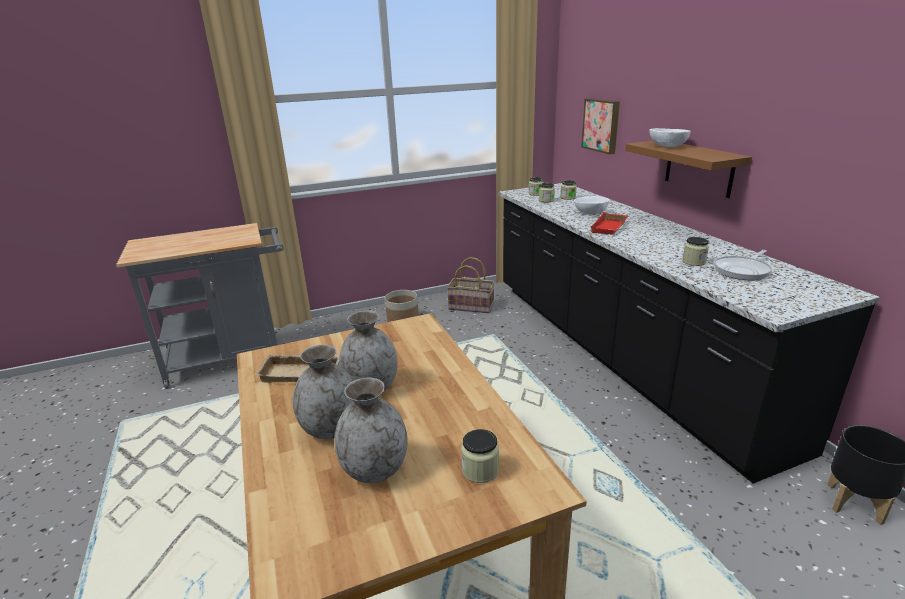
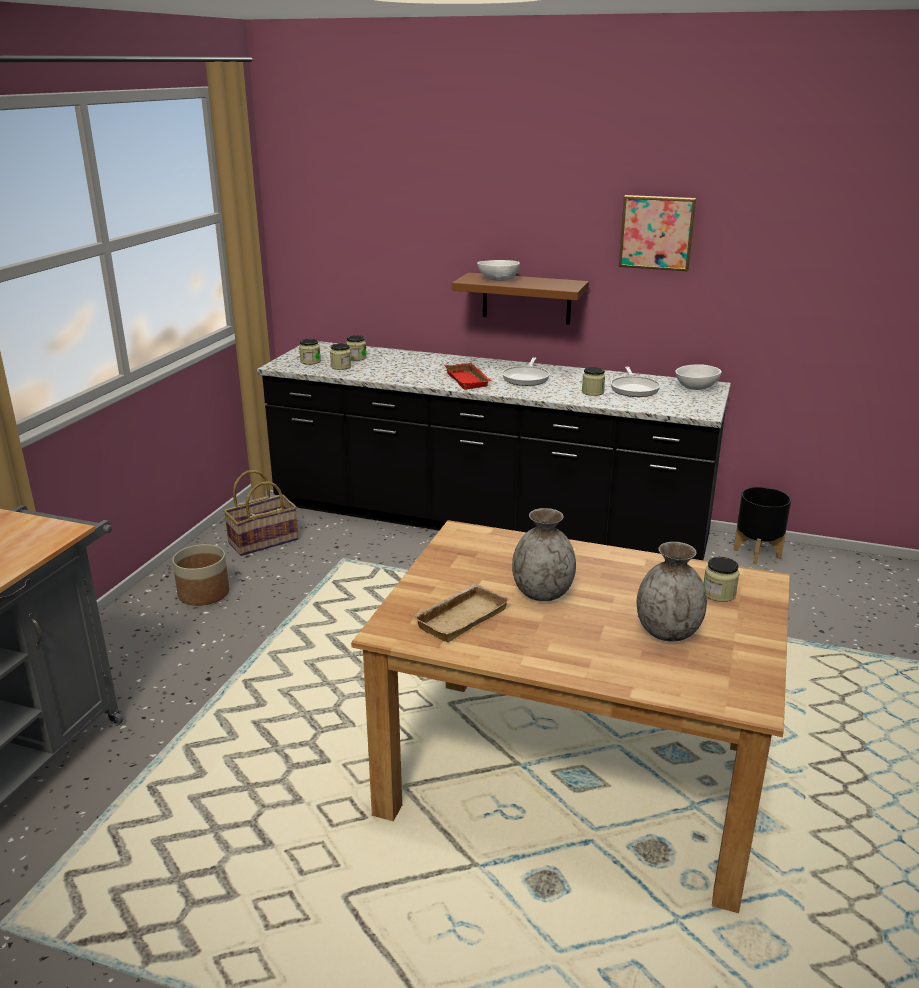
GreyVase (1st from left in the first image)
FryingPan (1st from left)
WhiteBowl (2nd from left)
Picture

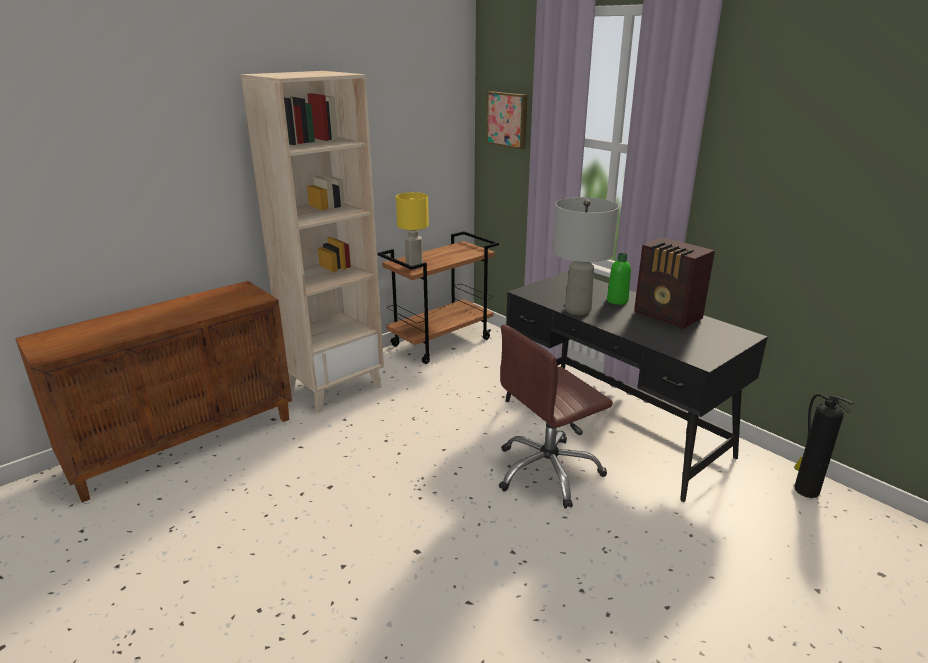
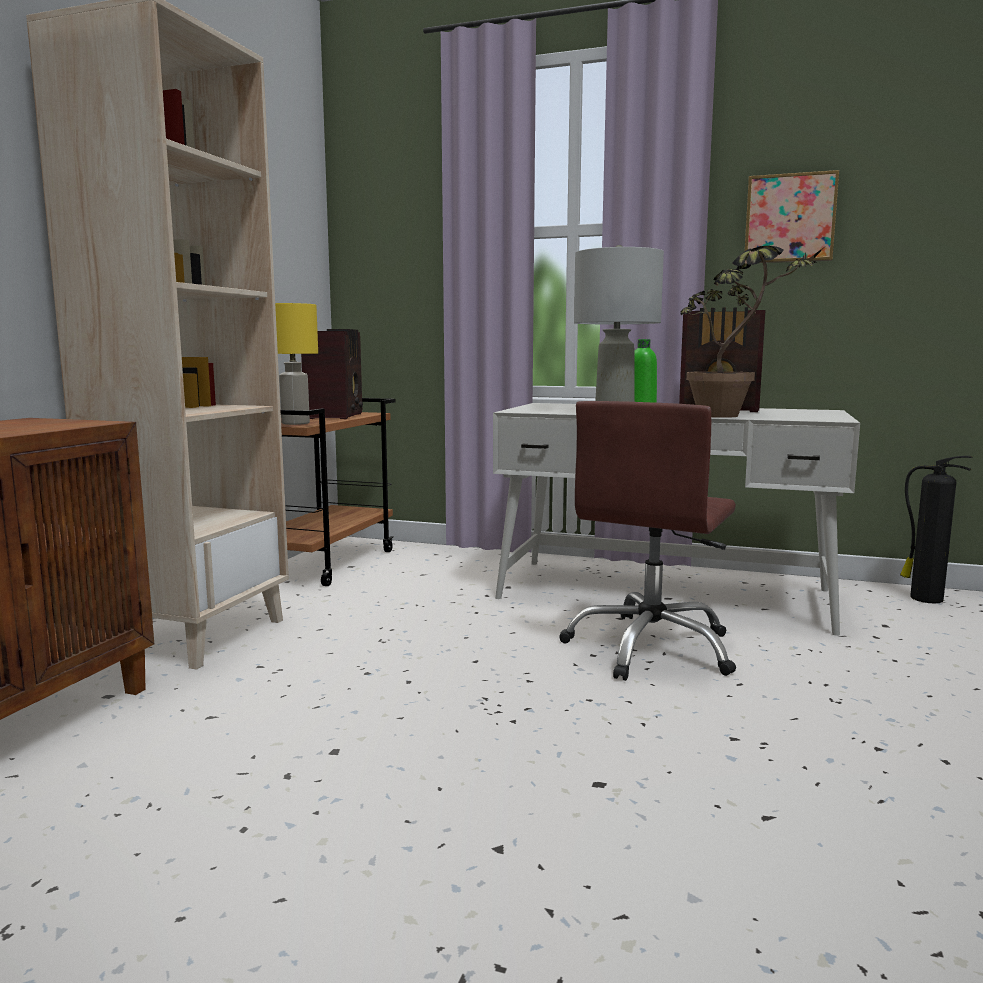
Radio (1st from left)
PottedPlant
Picture
WhiteDesk

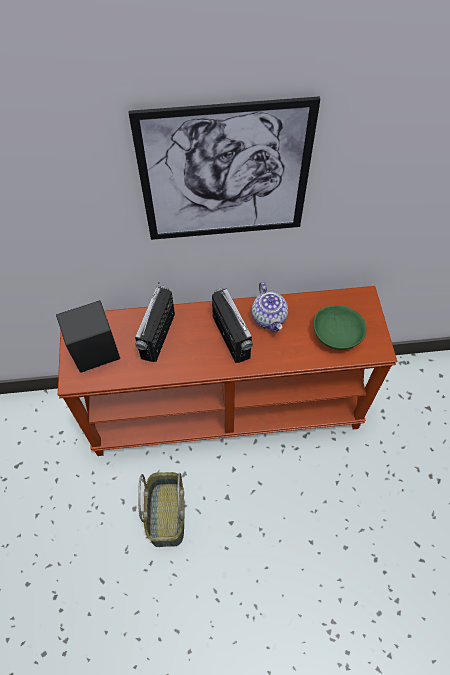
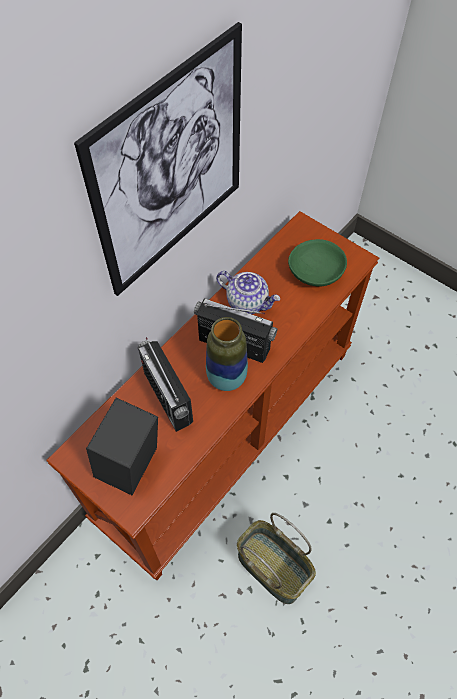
Vase

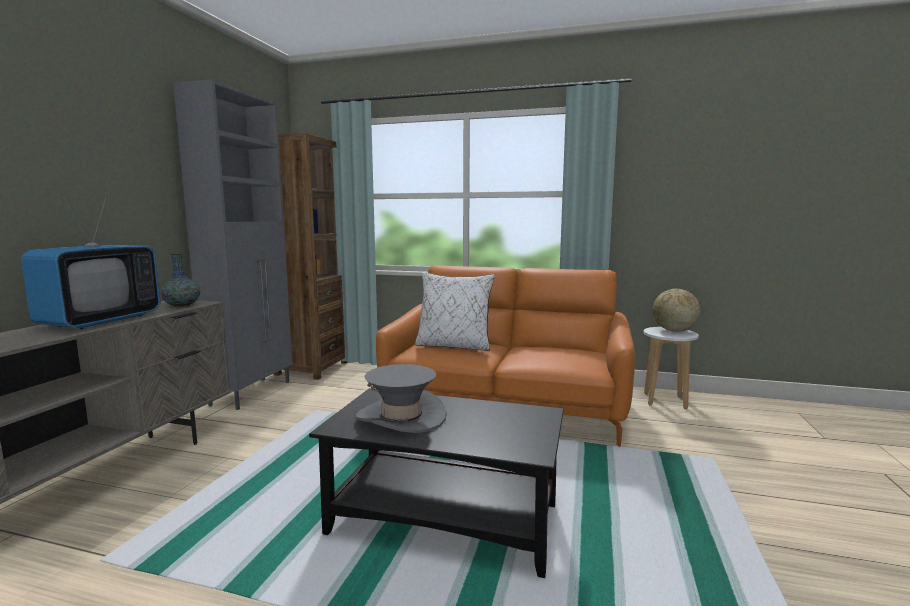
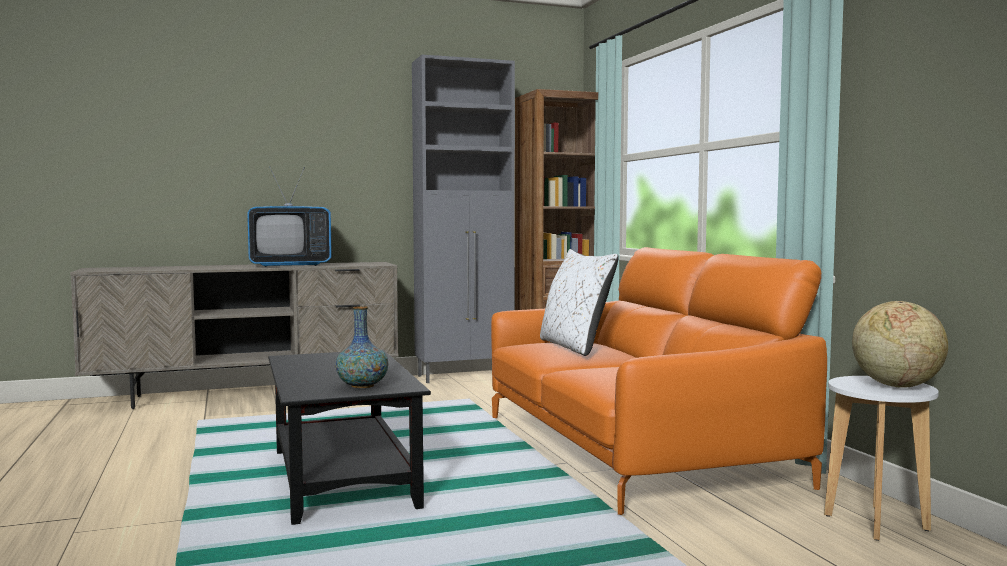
GreyHat
Vase

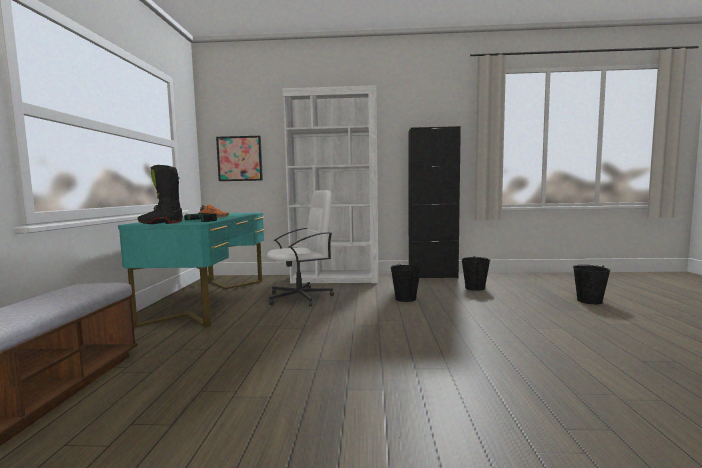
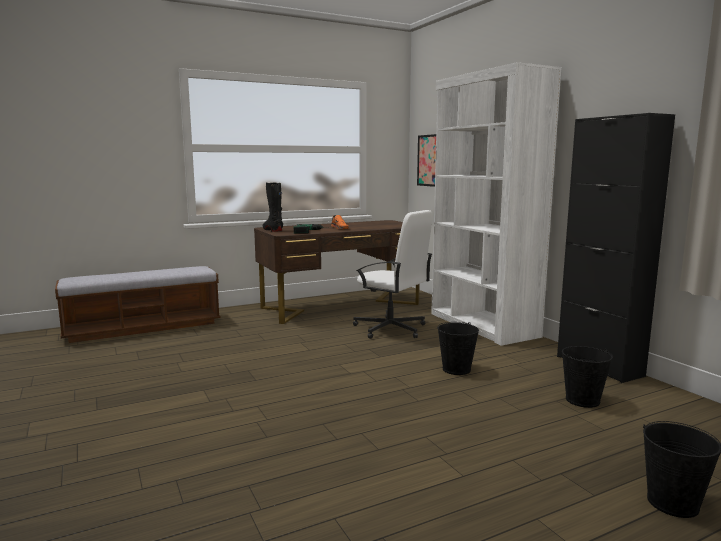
BrownDesk

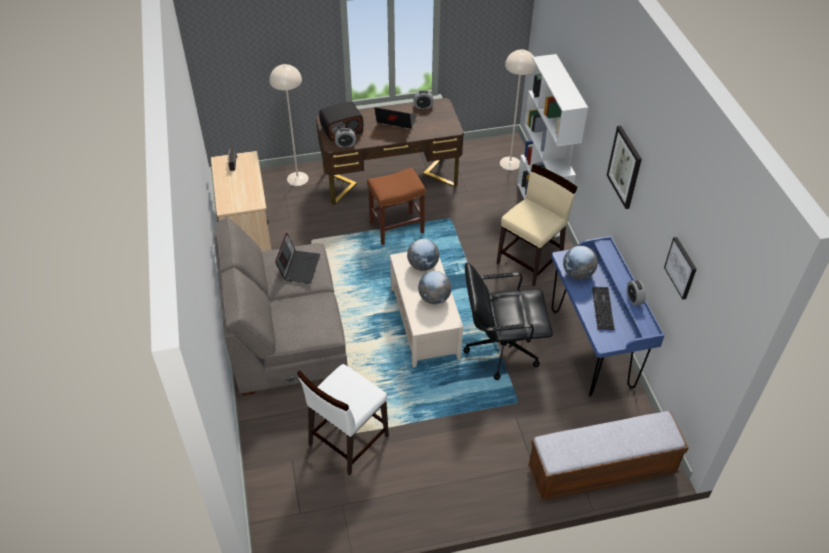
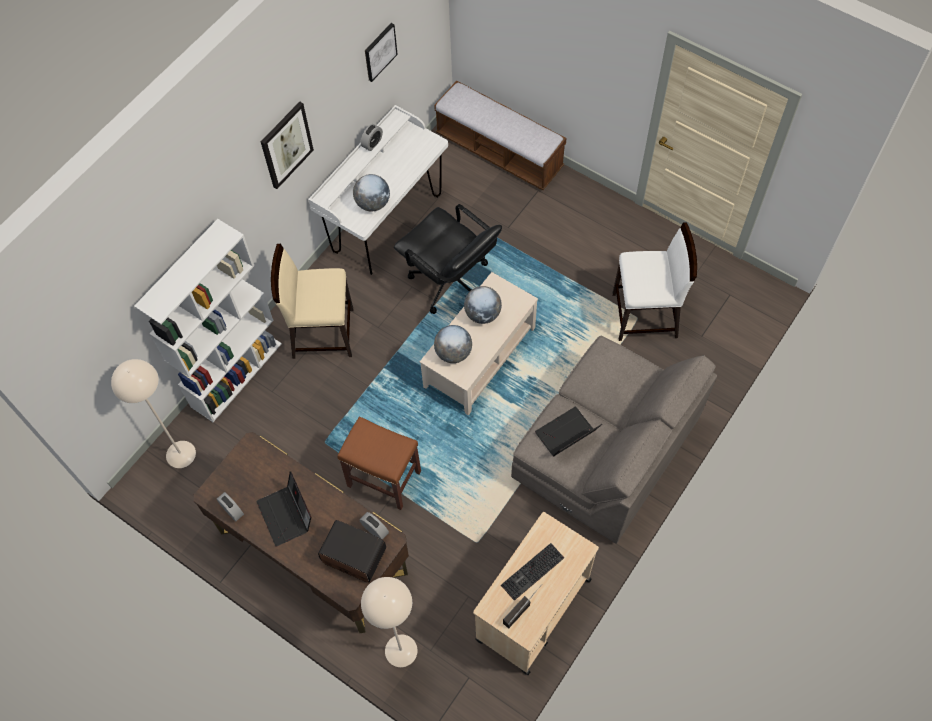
Keyboard
WhiteDesk

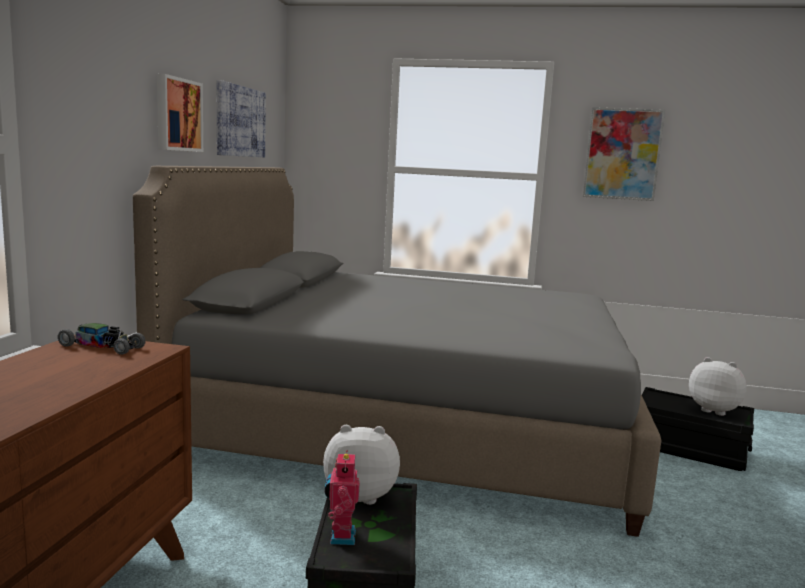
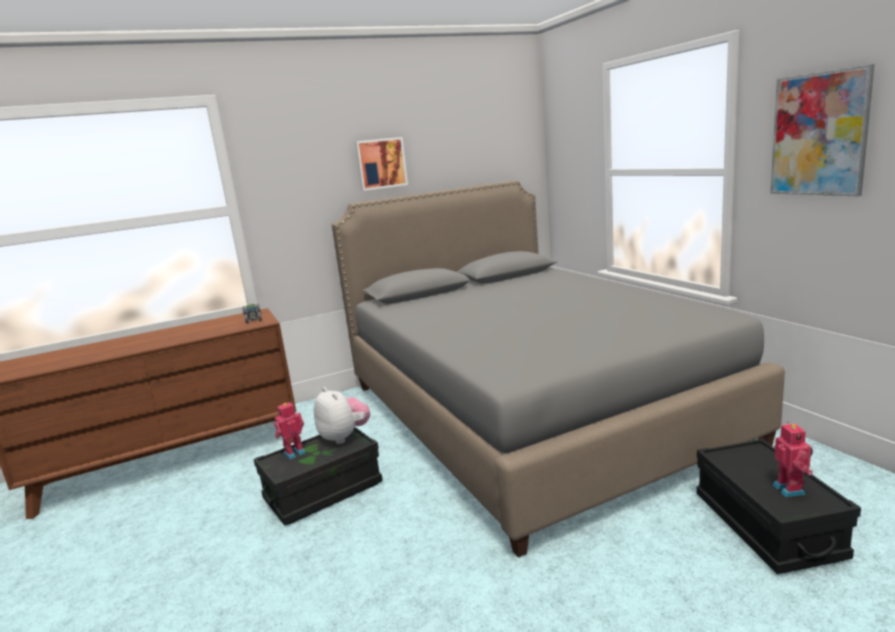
Picture (2nd from left in the first image)
ToyRobot (2nd from left)

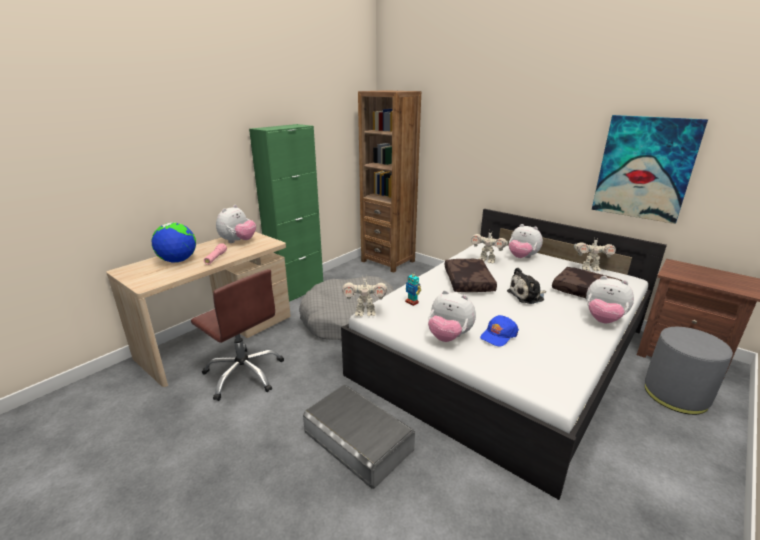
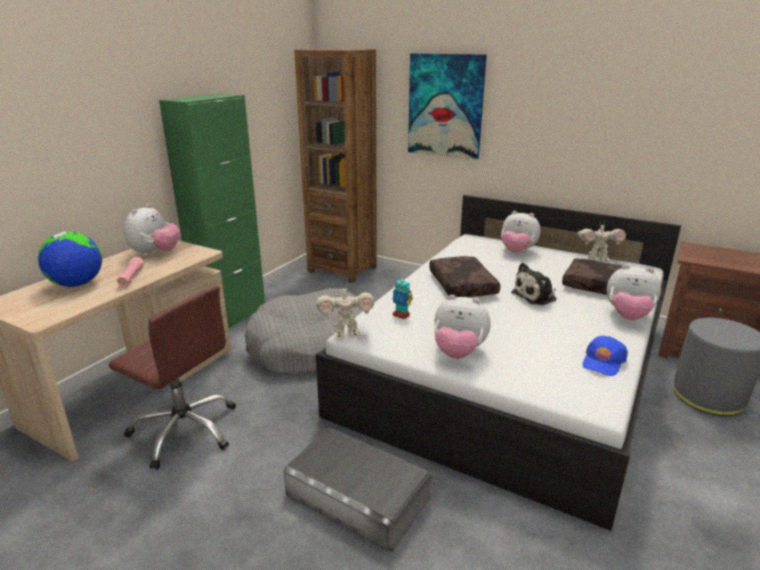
ToyRobot (3rd from left in the first image)
BlueCap
Picture

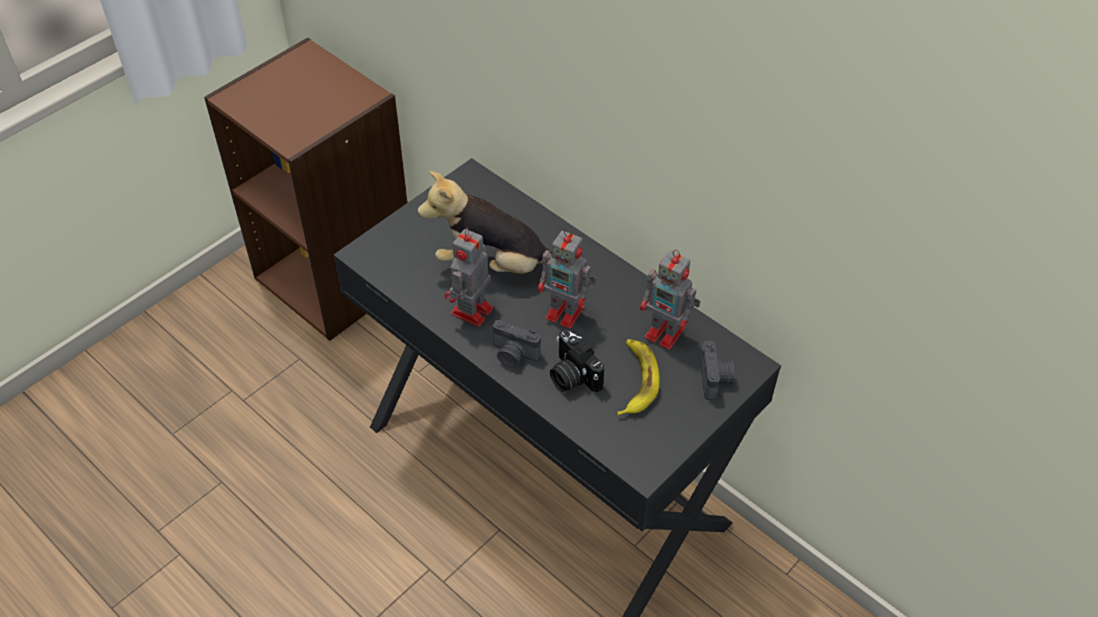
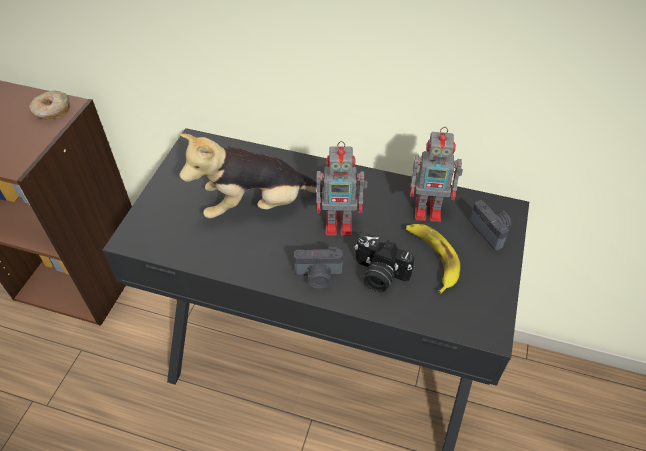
ToyRobot (1st from left in the first image)
Donut

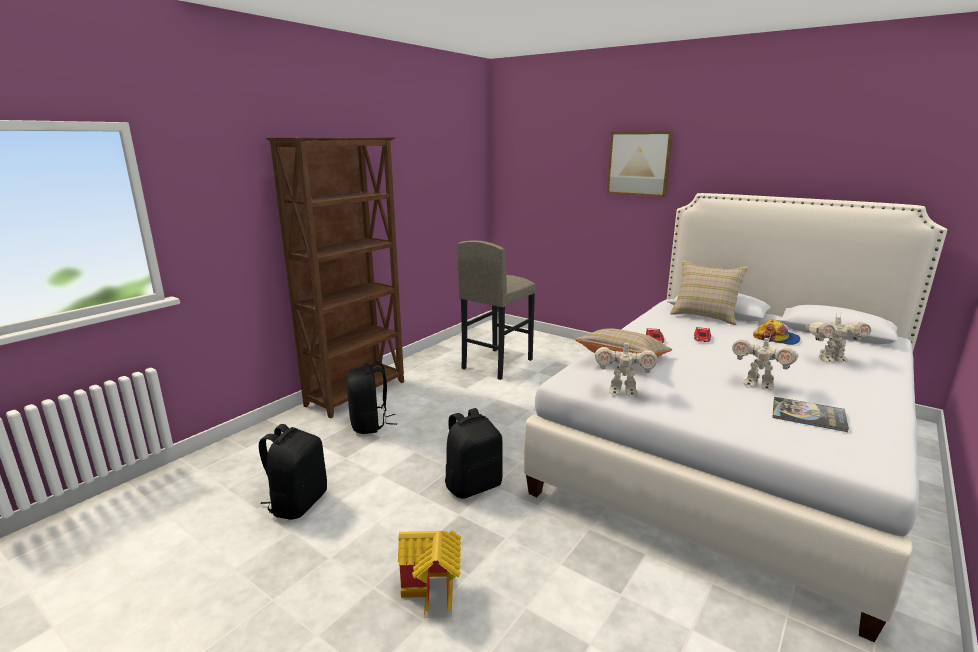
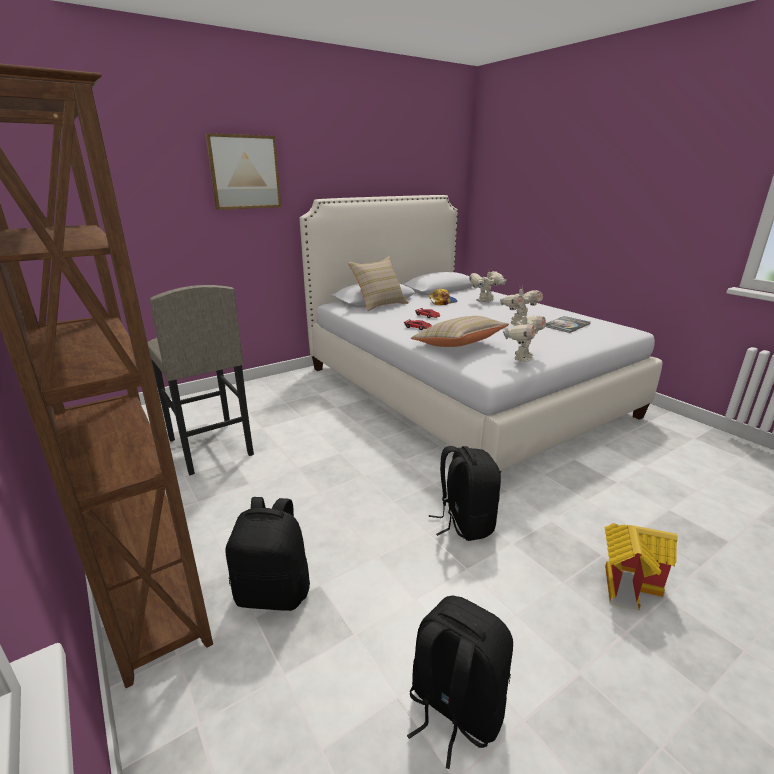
ToyRobot (1st from left)

